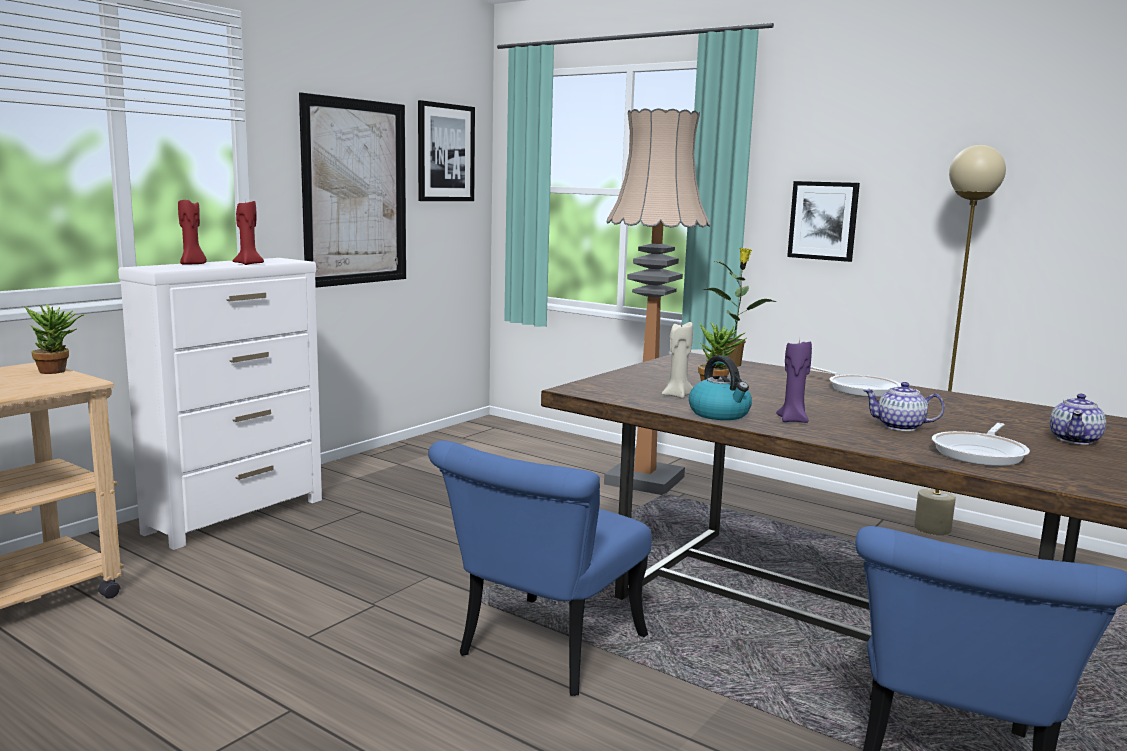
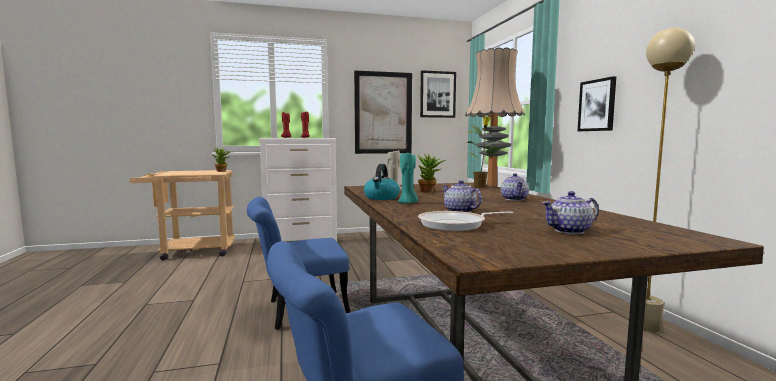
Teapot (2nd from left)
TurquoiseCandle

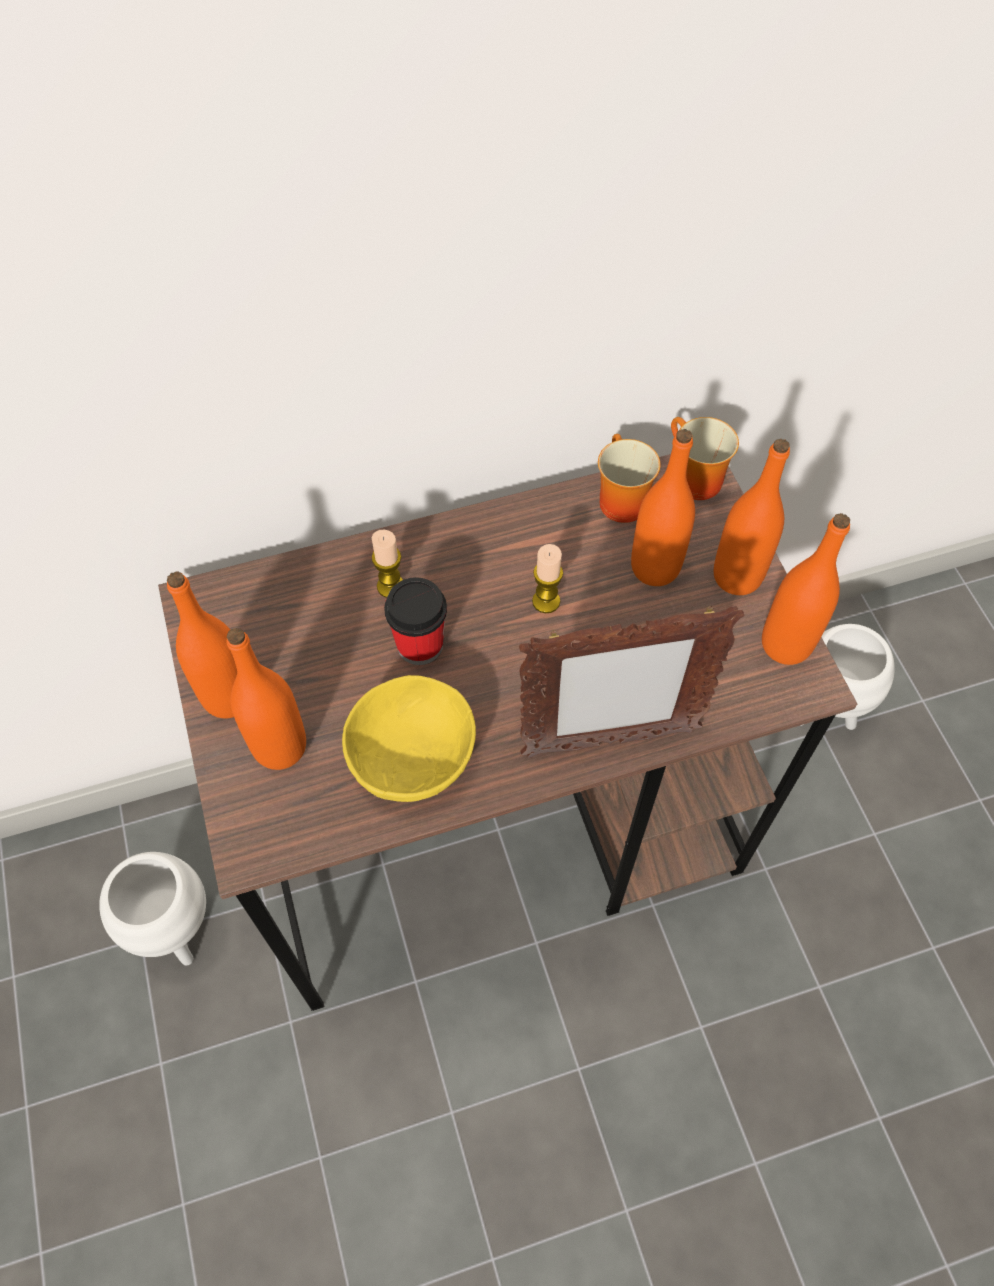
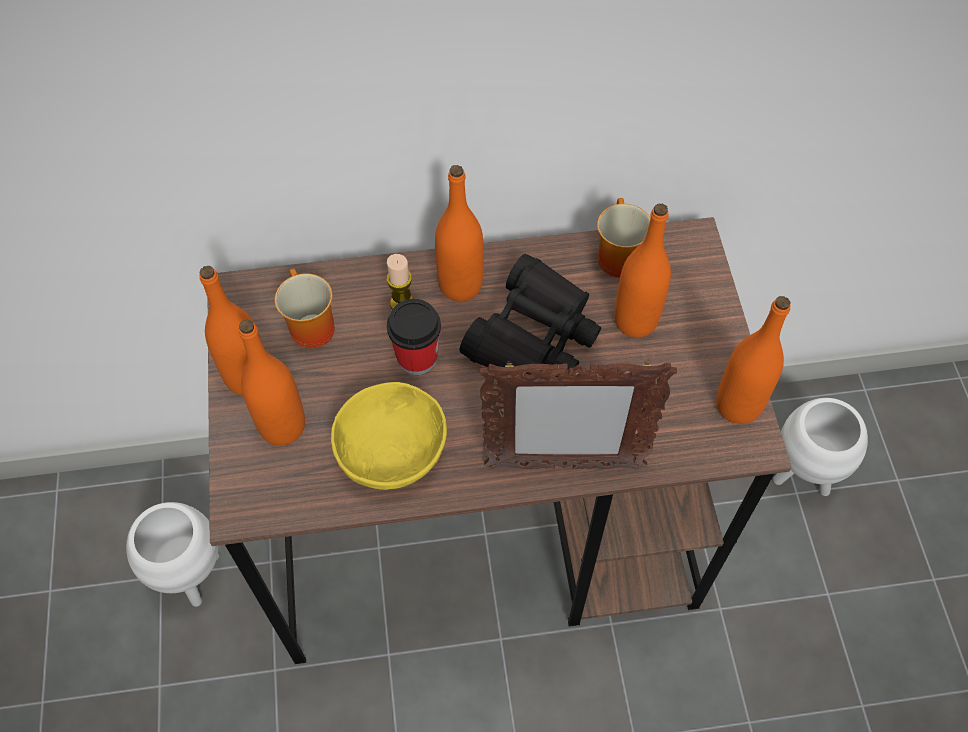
Mug (1st from left)
OrangeBottle (3rd from left)
BlackBinoculars

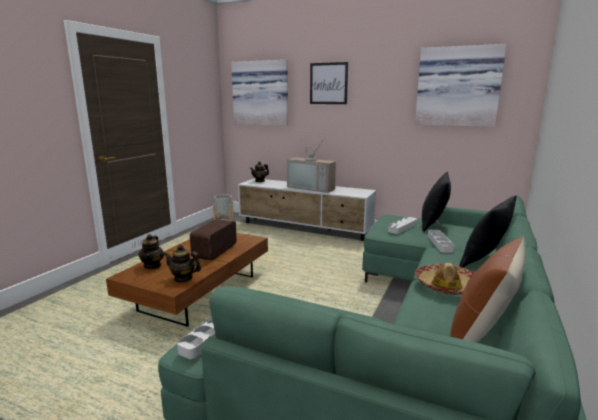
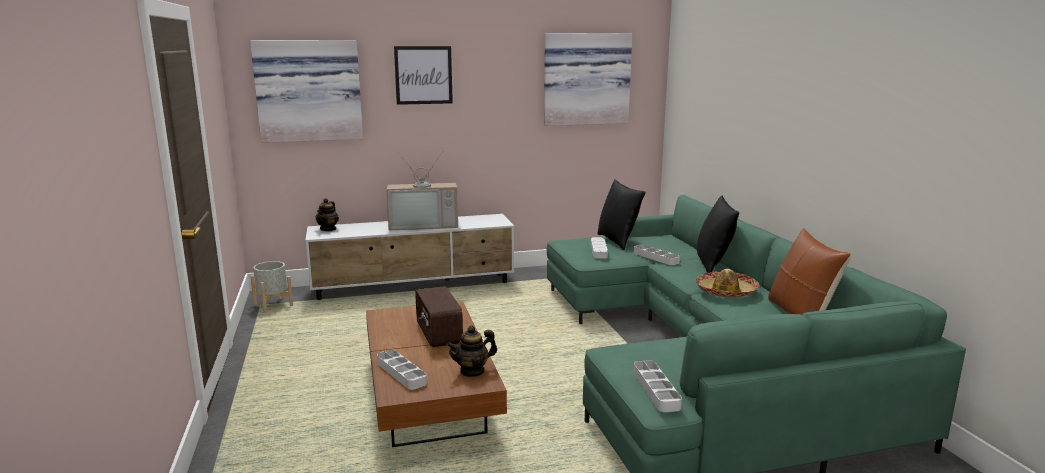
GreyTray (1st from left)

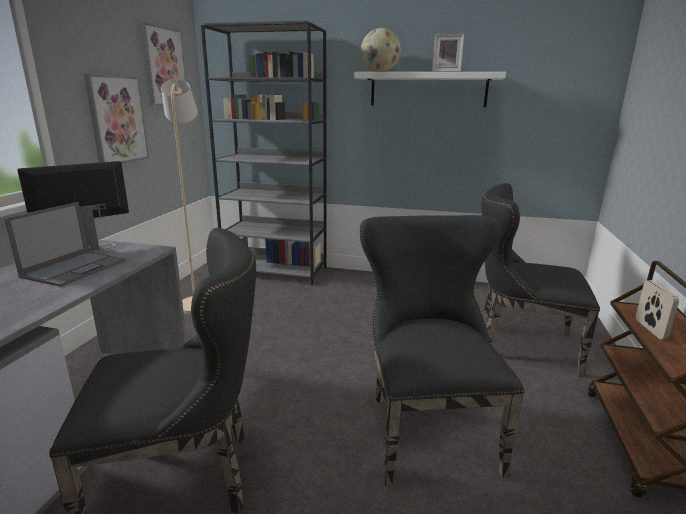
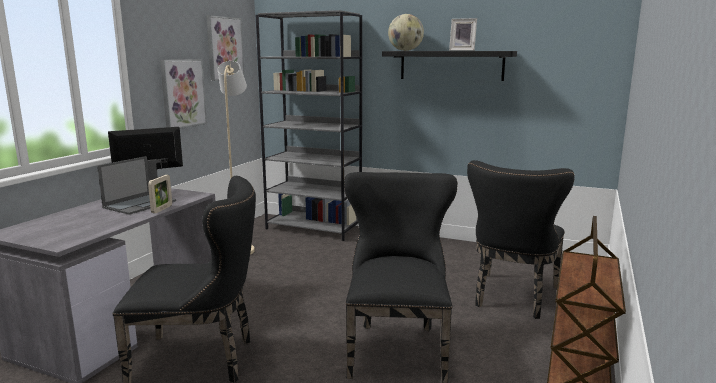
PictureFrame (1st from left)
BlackShelf
BlackChair (3rd from left)

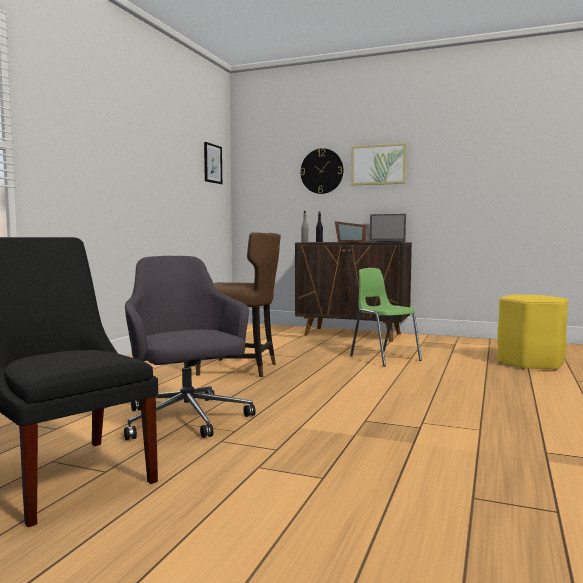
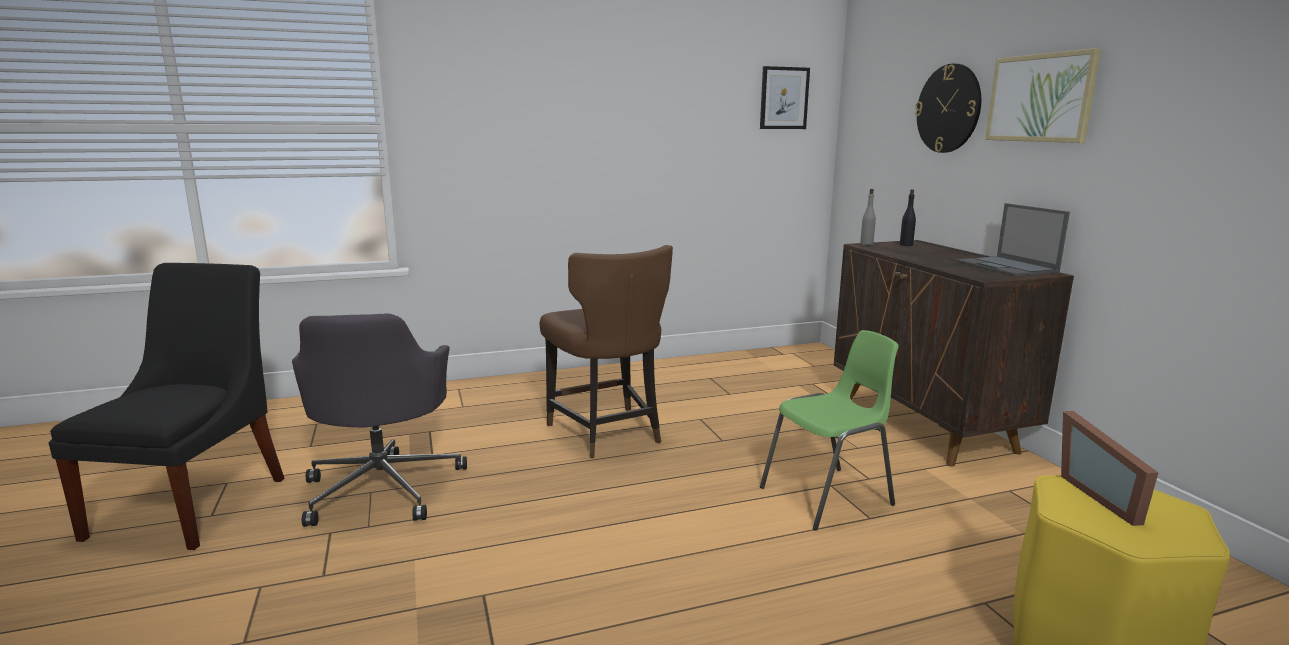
PictureFrame
GreyOfficeChair
GreenChair

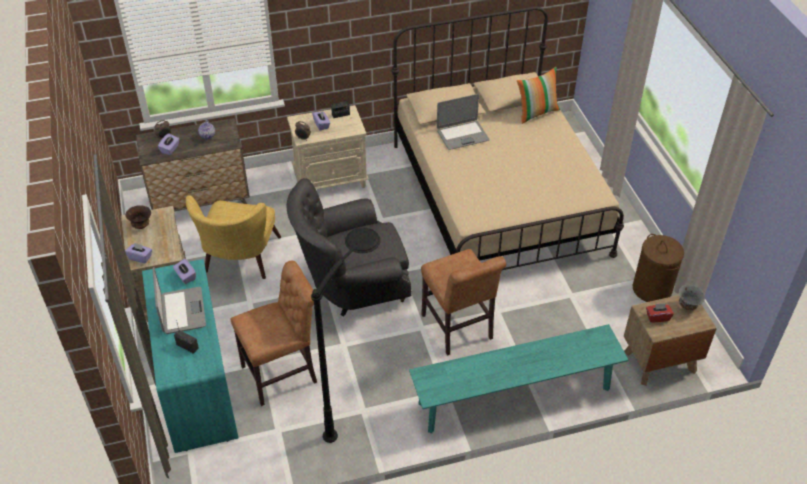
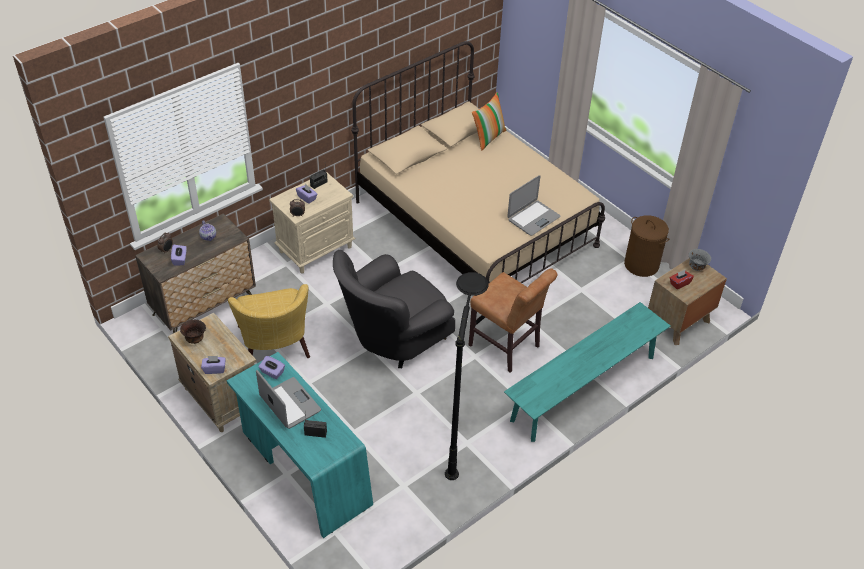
BrownChair (1st from left in the first image)
Laptop (2nd from left)

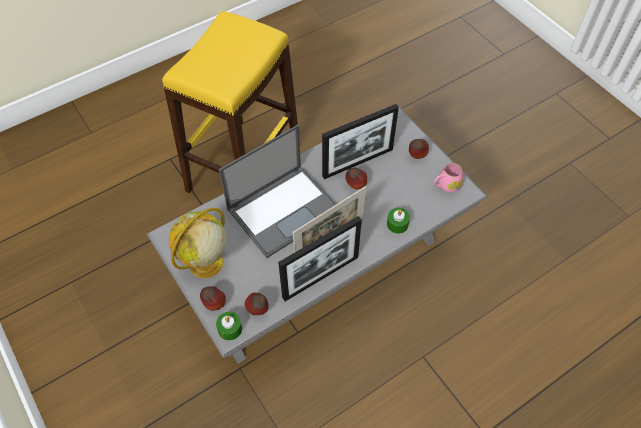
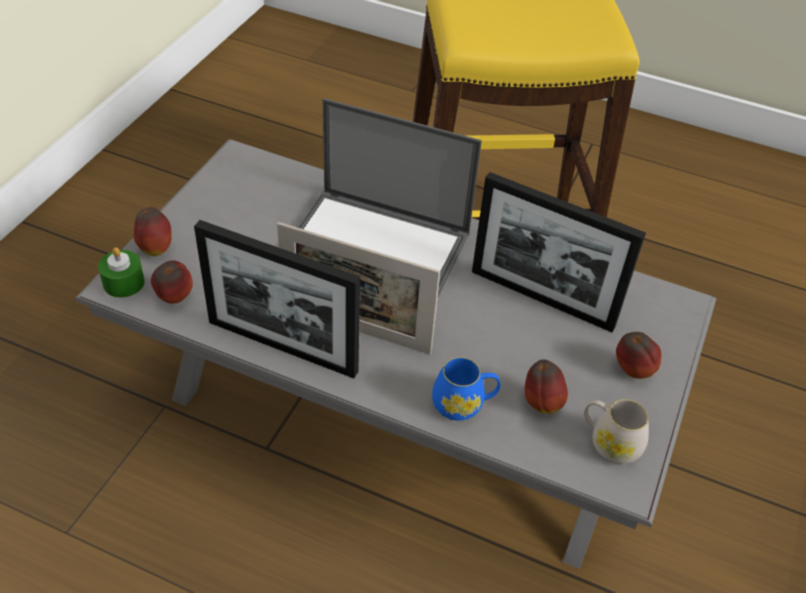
Globe
Apple (3rd from left)
BlueMug
WhiteMug

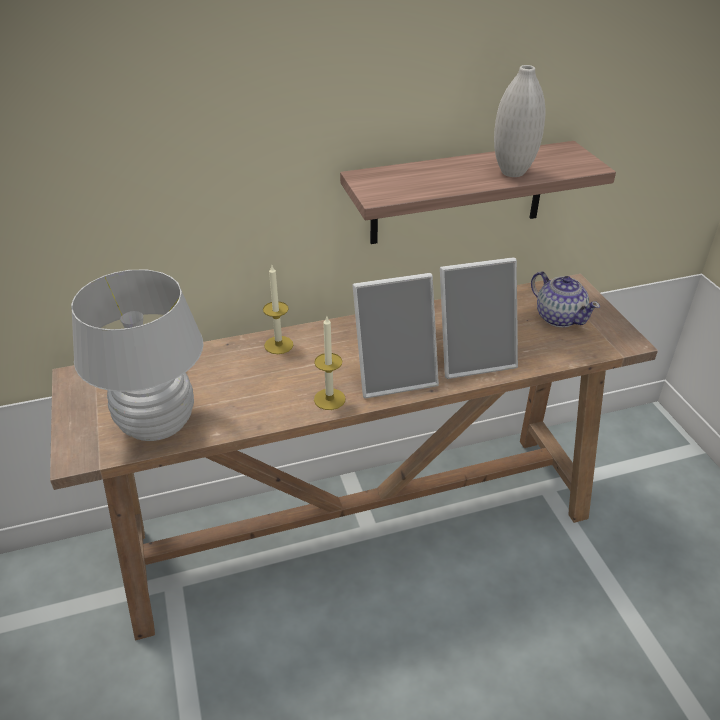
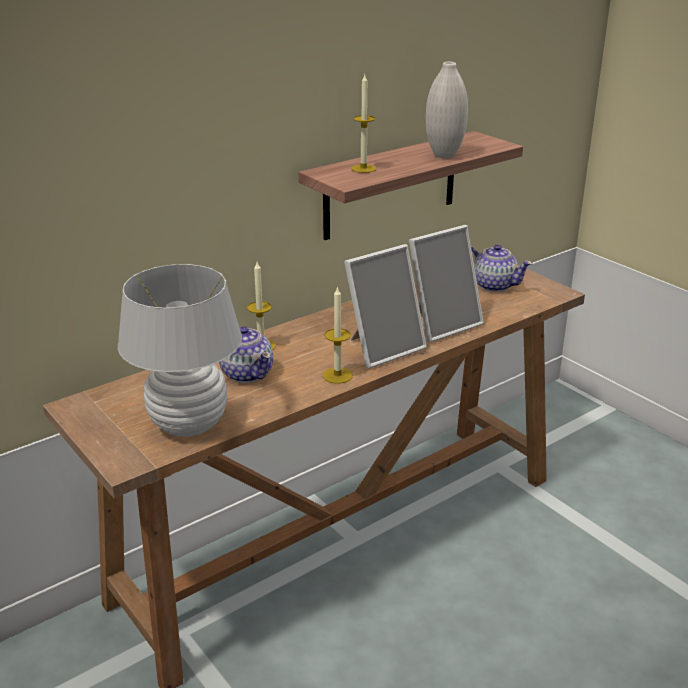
Teapot (1st from left)
Candle (3rd from left)

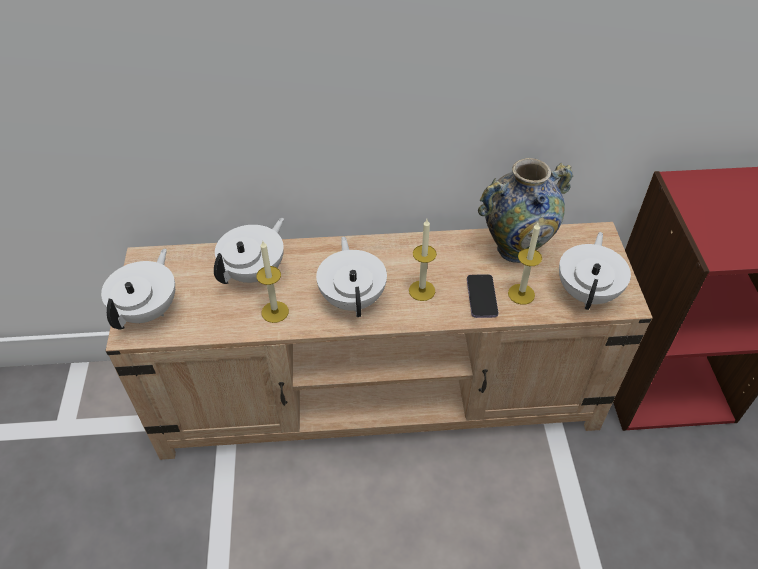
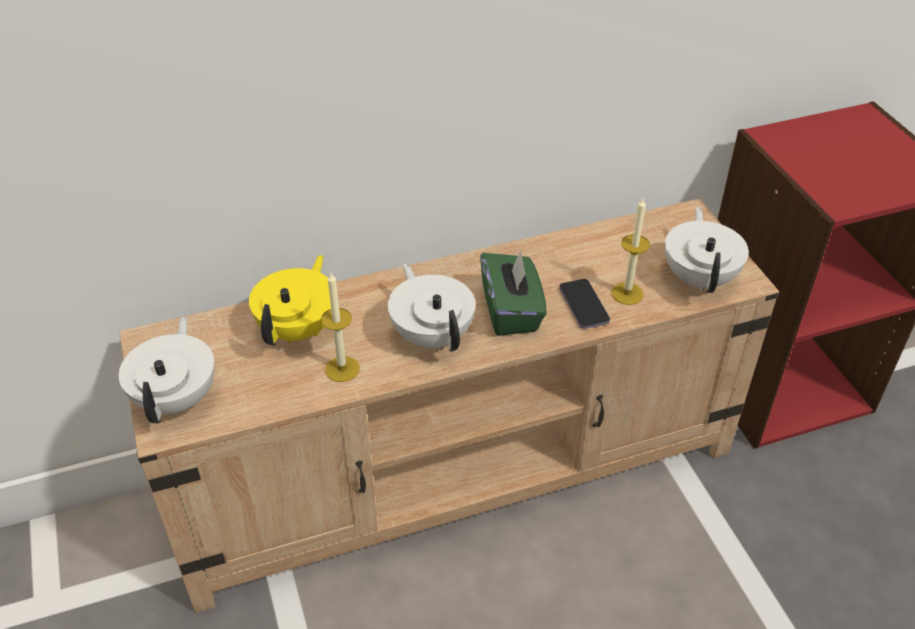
Vase
GreenTissueBox
YellowTeapot

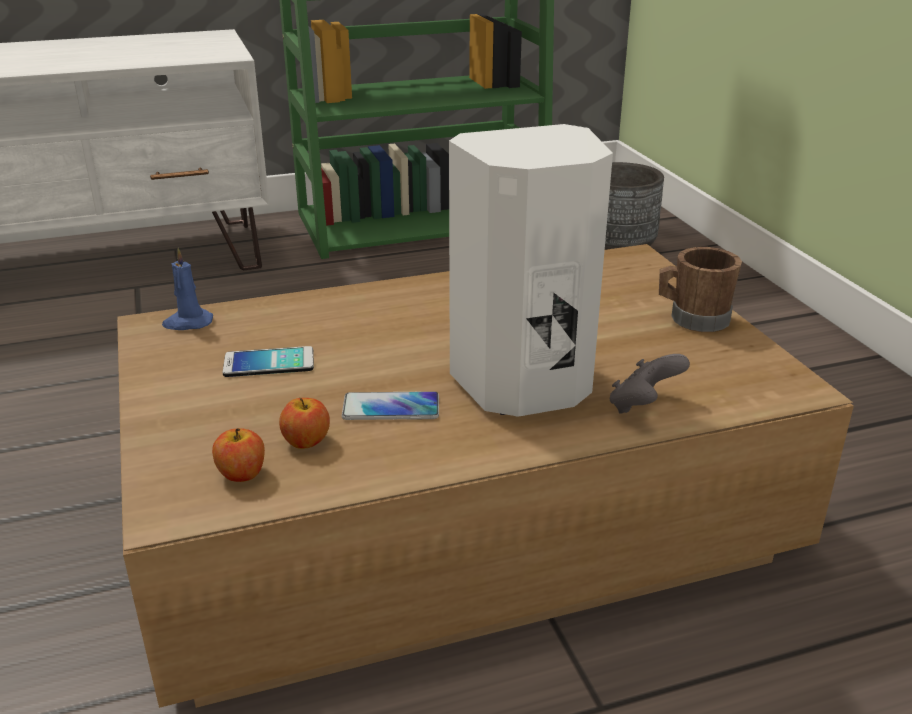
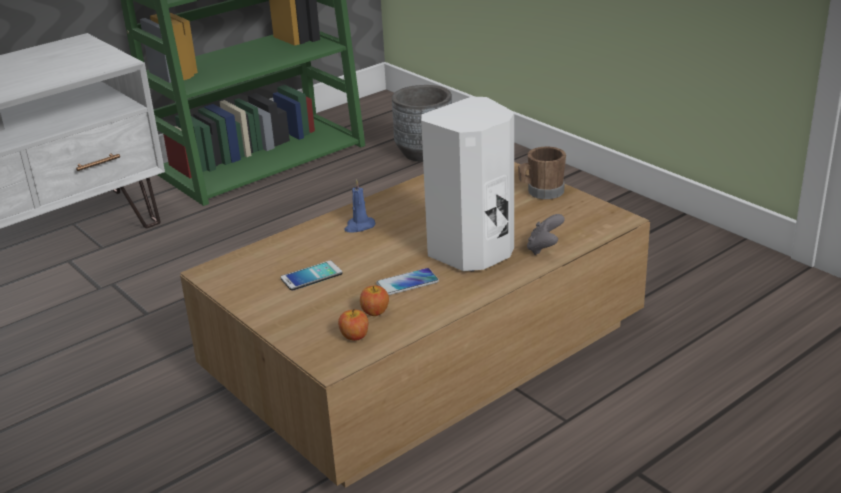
BlueCandle

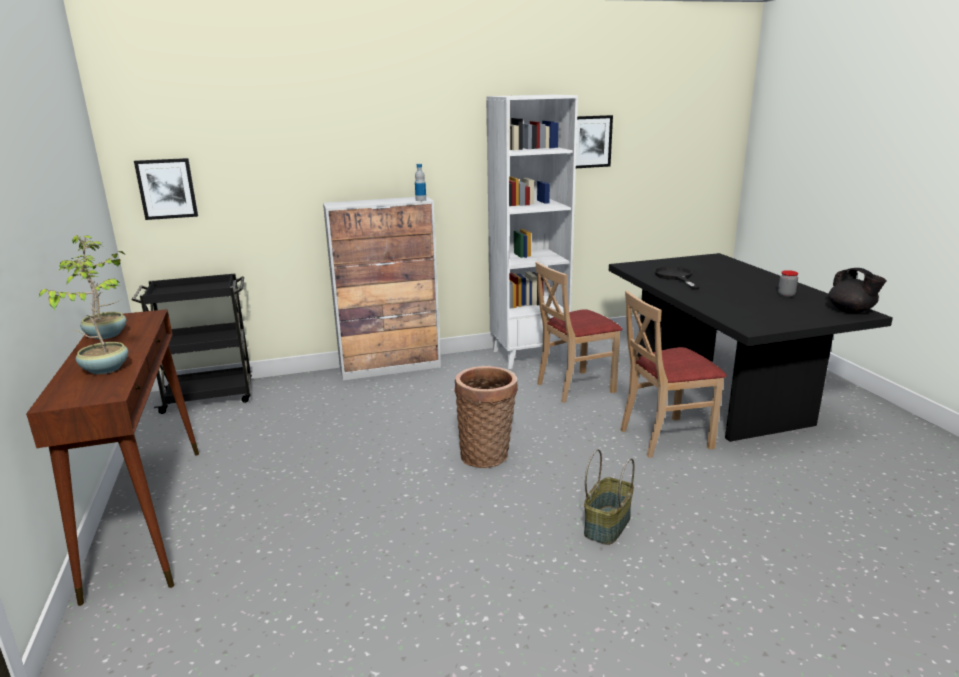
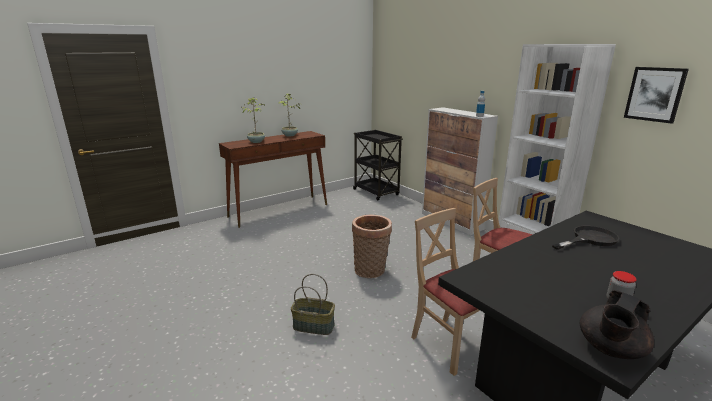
Picture (1st from left in the first image)

